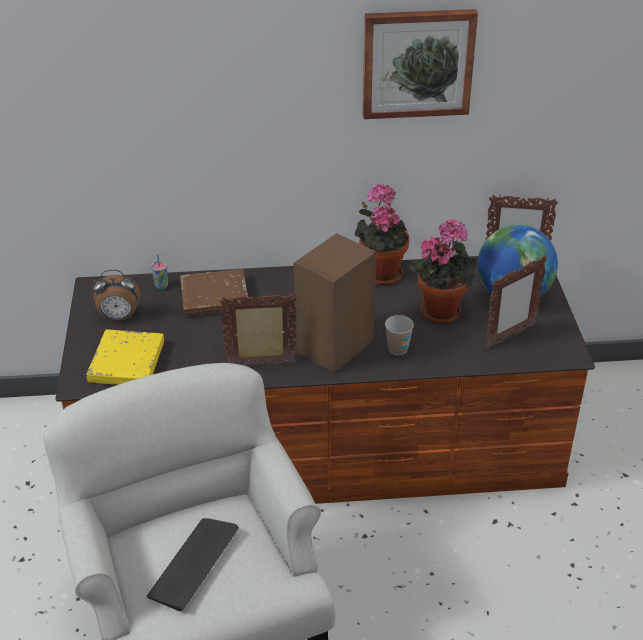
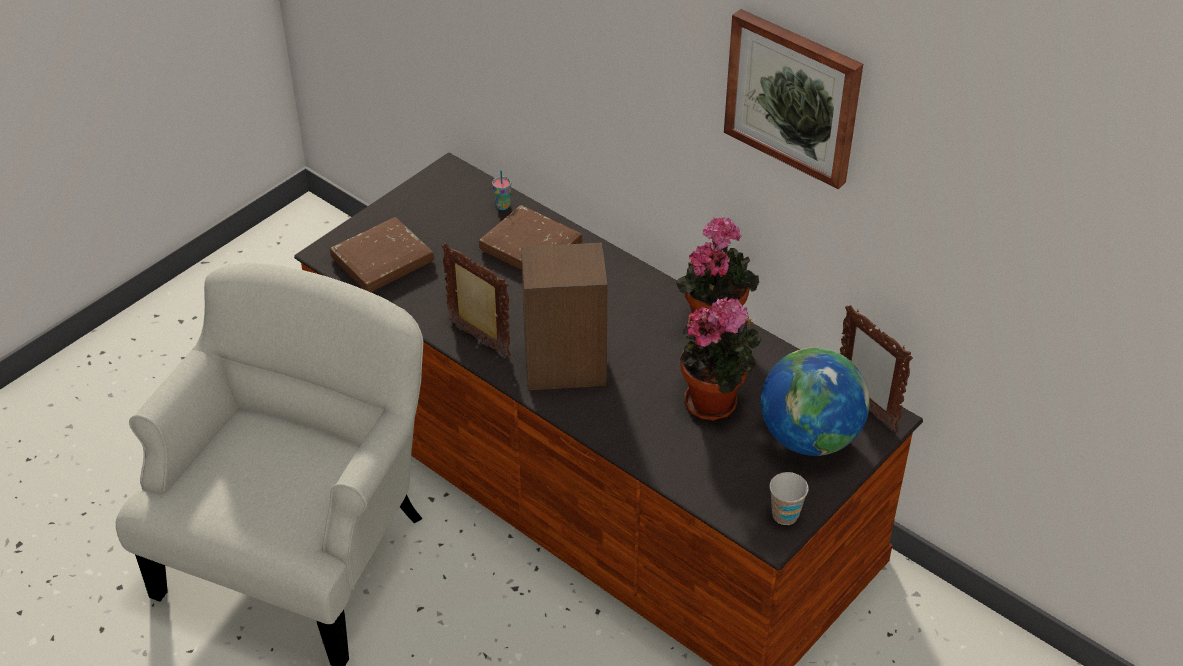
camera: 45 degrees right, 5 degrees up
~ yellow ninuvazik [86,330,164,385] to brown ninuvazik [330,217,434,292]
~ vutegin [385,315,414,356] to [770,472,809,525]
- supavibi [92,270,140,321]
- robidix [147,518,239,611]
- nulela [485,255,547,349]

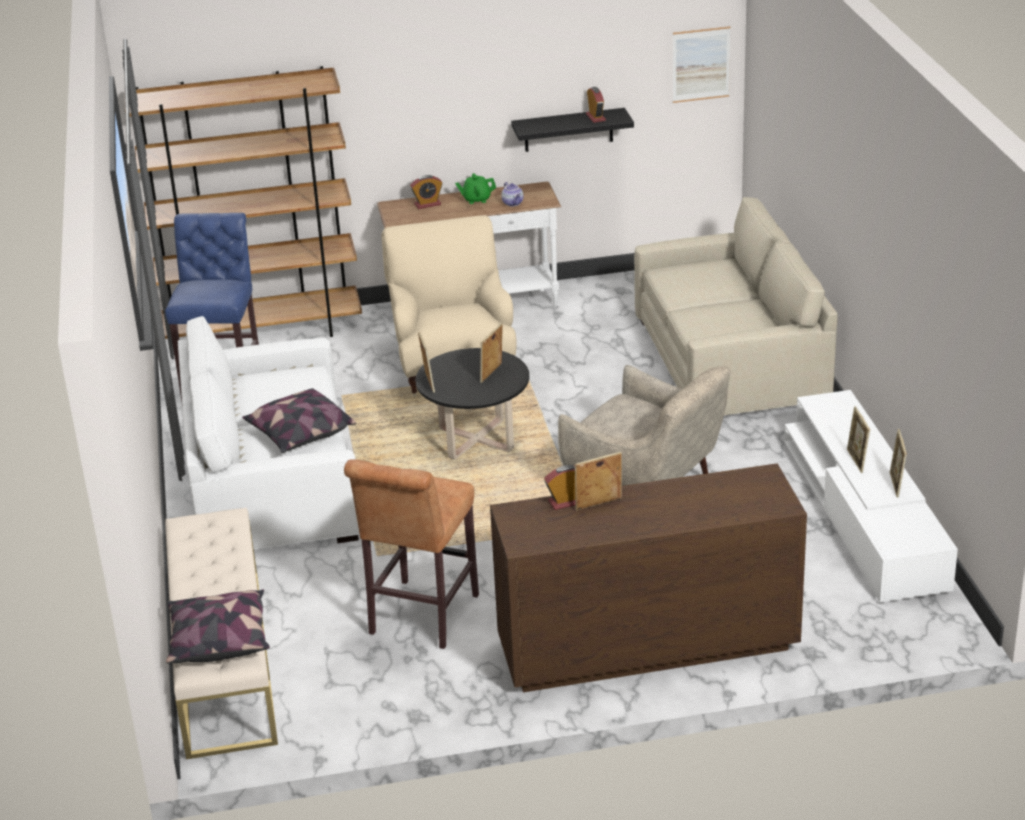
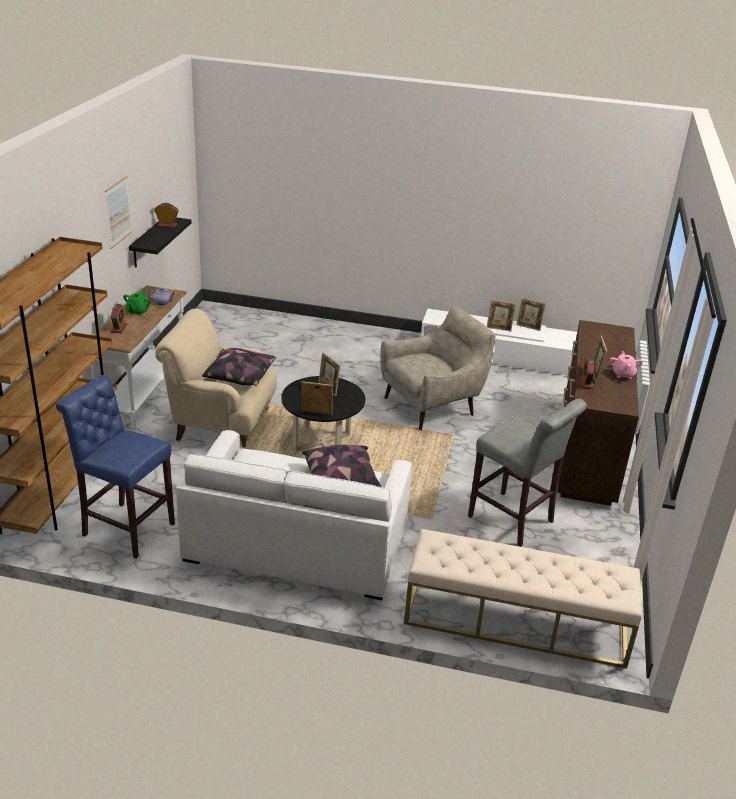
camera: 70 degrees left, 0 degrees up
~ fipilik [673,26,730,103] to [105,176,132,249]
~ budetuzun [166,589,270,663] to [202,348,276,386]
~ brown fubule [344,459,479,649] to grey fubule [468,399,587,547]
+ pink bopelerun [610,351,643,379]
- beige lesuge [634,197,838,415]

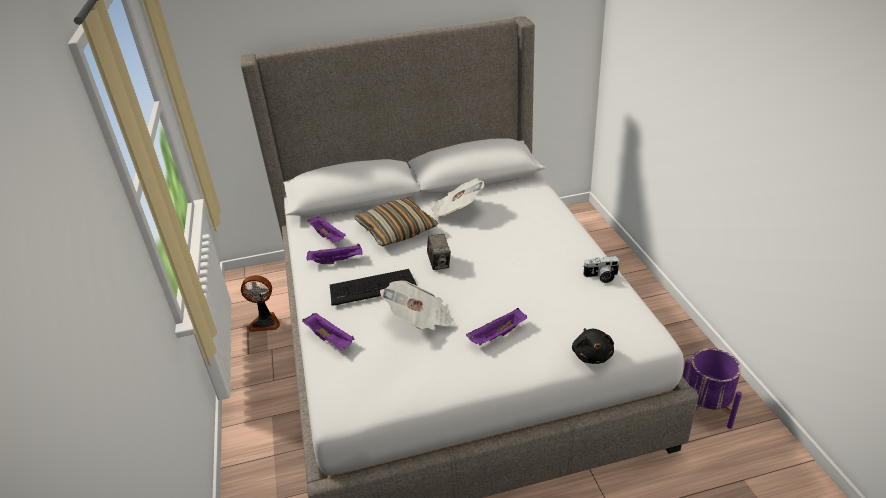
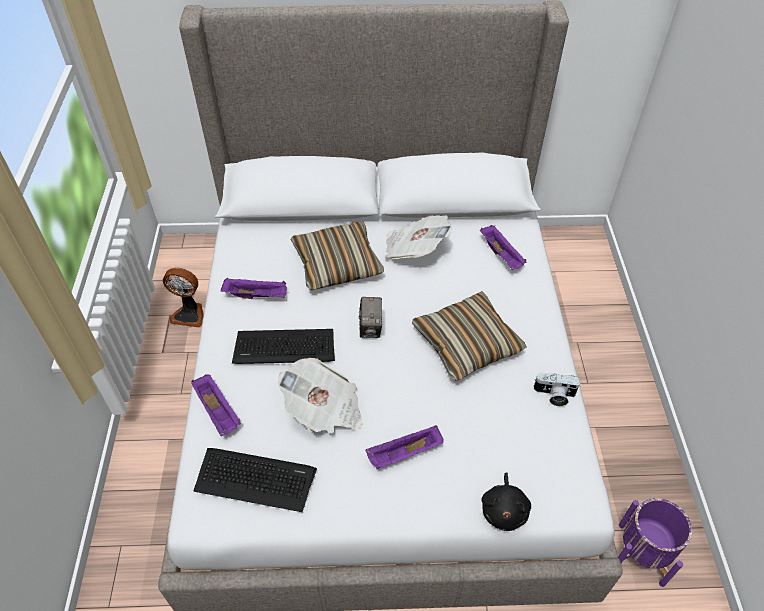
camera: 10 degrees right, 15 degrees up
+ robidix [194,448,317,512]
+ budetuzun [412,291,526,380]
~ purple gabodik [308,216,346,243] to [480,225,526,270]

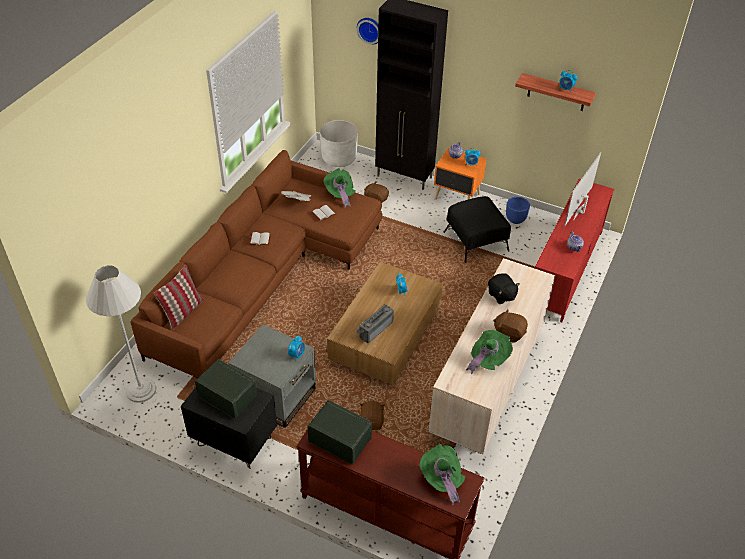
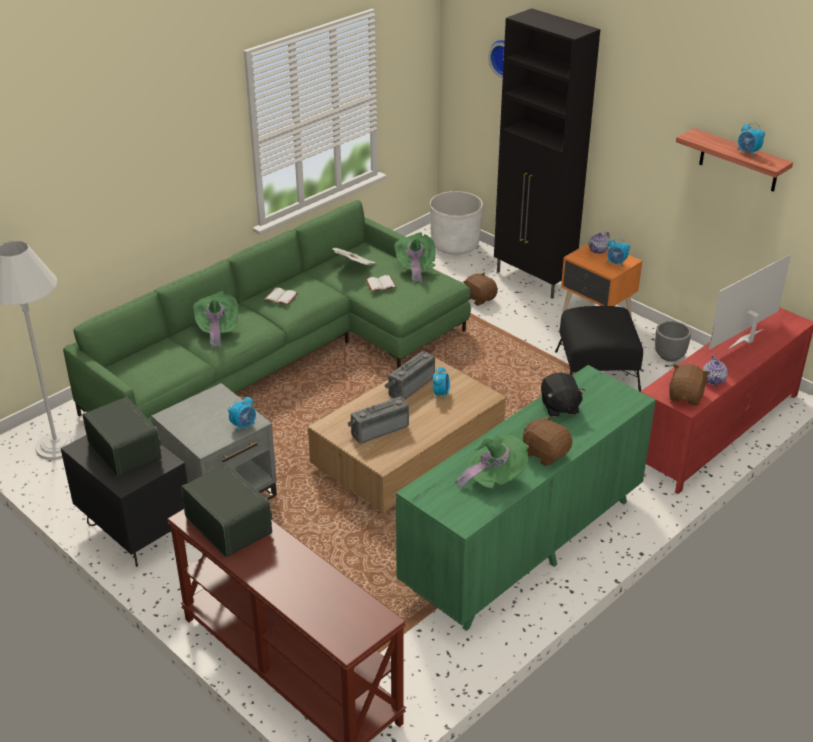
camera: 20 degrees right, 10 degrees down
~ brown lesuge [130,150,382,378] to green lesuge [63,200,471,423]
~ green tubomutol [419,444,465,505] to [193,291,238,349]
+ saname [384,351,435,400]
~ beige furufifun [428,258,555,454] to green furufifun [396,365,656,631]
~ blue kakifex [506,197,530,224] to grey kakifex [655,321,691,362]
~ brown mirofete [360,401,385,430] to [669,364,710,405]
- budetuzun [154,265,204,330]

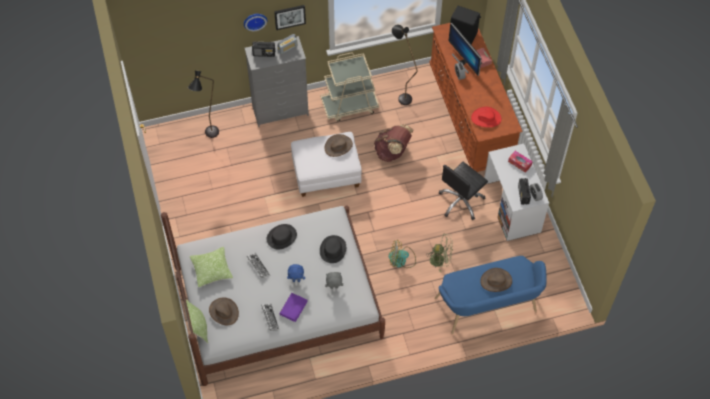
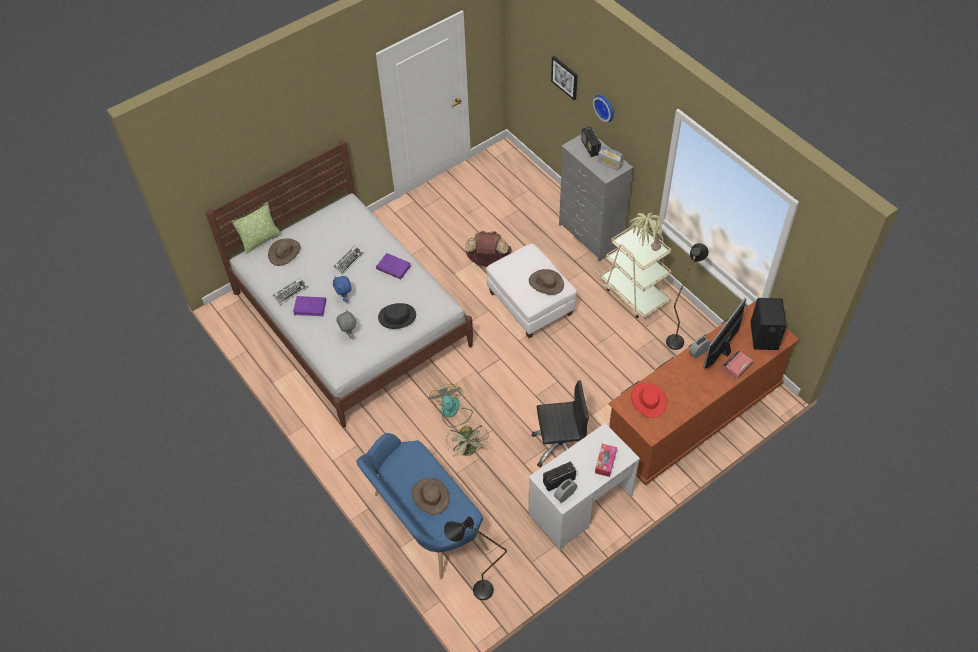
camera: 70 degrees right, 5 degrees down
~ black tubomutol [267,224,297,250] to purple ninuvazik [376,253,411,279]
~ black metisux [188,70,219,138] to [444,516,507,600]
~ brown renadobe [374,124,413,162] to [465,231,512,266]
~ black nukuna [439,162,488,220] = [531,380,589,467] 150 degrees clockwise
~ fipilik [274,5,306,30] to [551,56,578,100]
+ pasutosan [629,212,664,251]
- budetuzun [190,247,233,287]

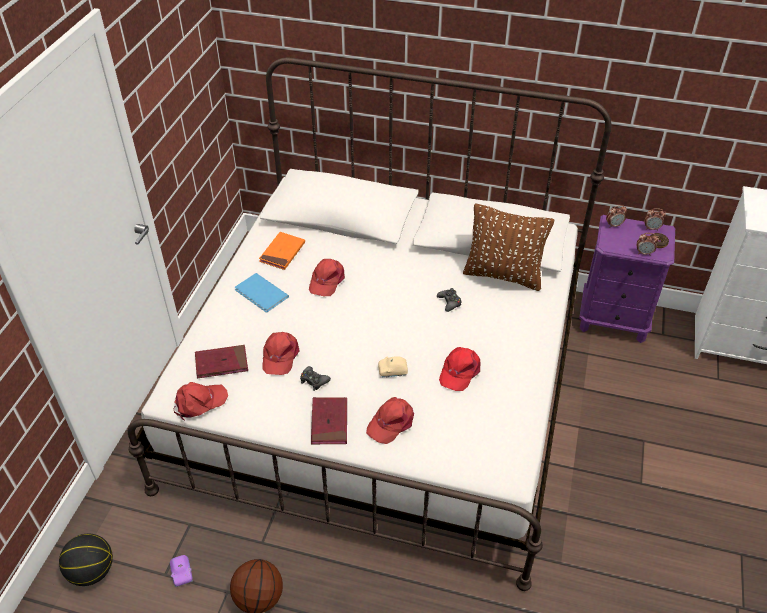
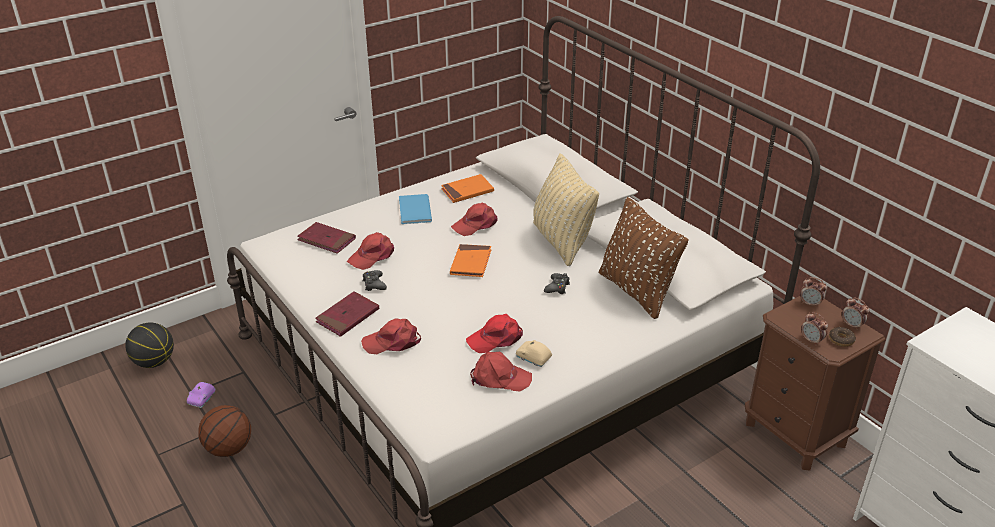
camera: 40 degrees right, 10 degrees down
+ orange ninuvazik [450,244,491,277]
~ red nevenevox [174,382,228,420] to [470,352,532,391]
~ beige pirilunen [378,356,408,377] to [516,340,552,367]
+ beige budetuzun [533,153,599,266]
~ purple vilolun [579,215,675,343] to brown vilolun [745,296,886,471]

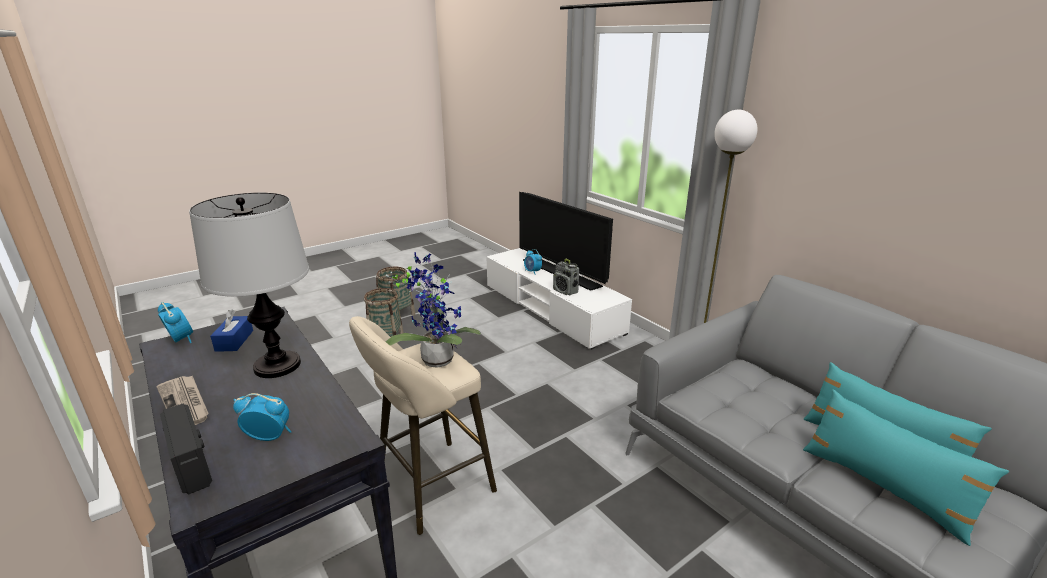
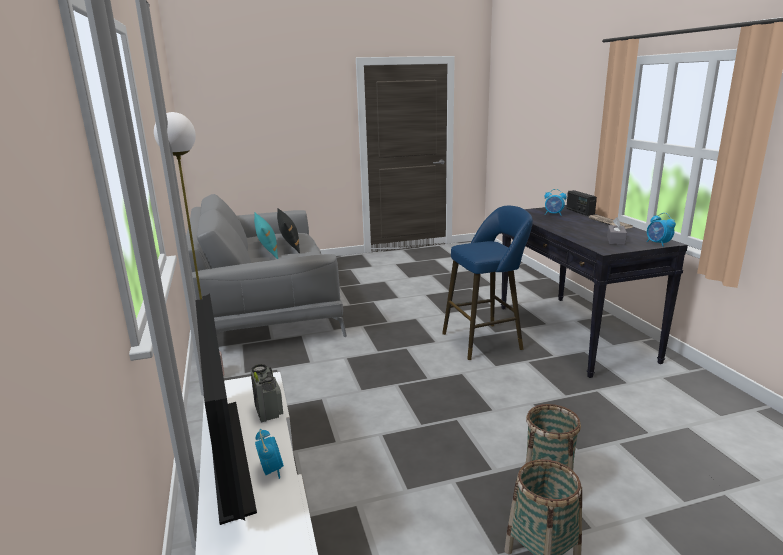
camera: 160 degrees left, 5 degrees down
~ turquoise budetuzun [803,389,1009,546] to black budetuzun [277,208,300,253]
~ beige fubule [349,316,497,535] to blue fubule [442,206,533,360]
~ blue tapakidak [210,309,253,352] to grey tapakidak [607,217,627,245]
- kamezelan [189,193,309,378]
- pasutosan [385,252,481,368]

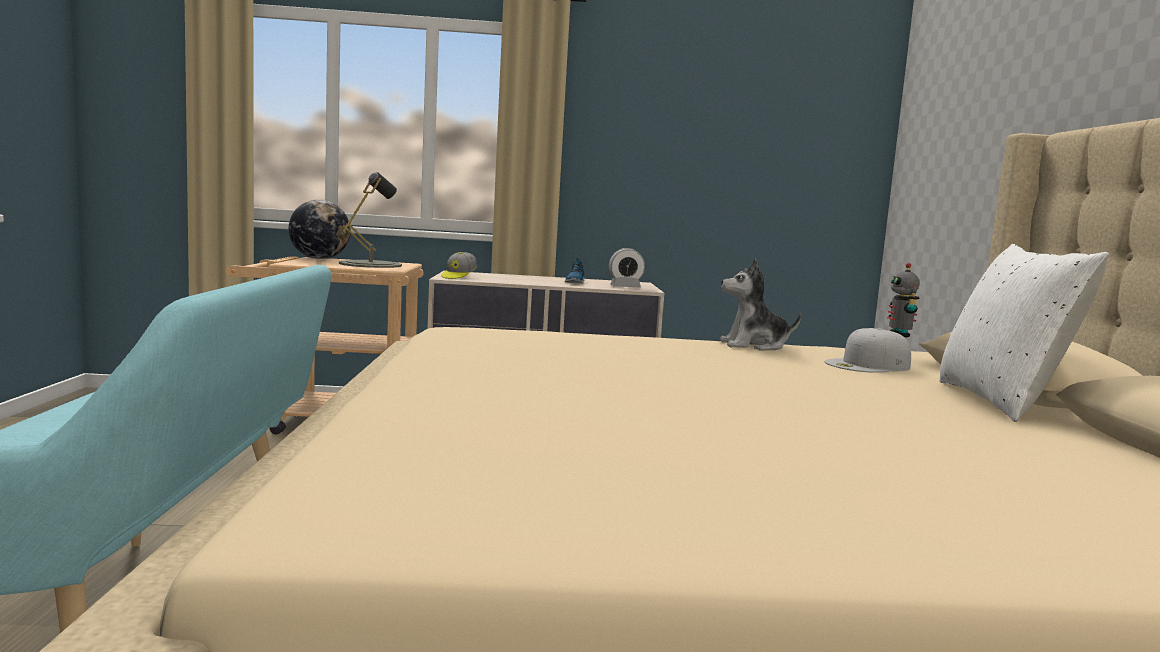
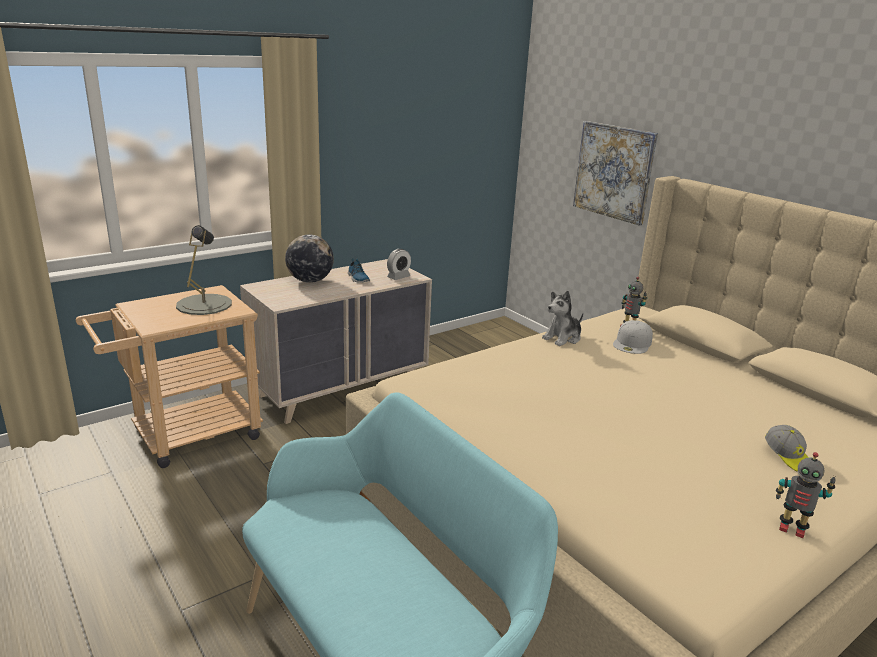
camera: 35 degrees left, 15 degrees up
~ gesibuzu [289,200,351,259] to [285,235,334,283]
+ fipilik [573,121,658,226]
~ nevenevox [441,252,477,279] to [765,425,809,472]
+ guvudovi [776,452,836,538]
- white budetuzun [939,244,1109,422]

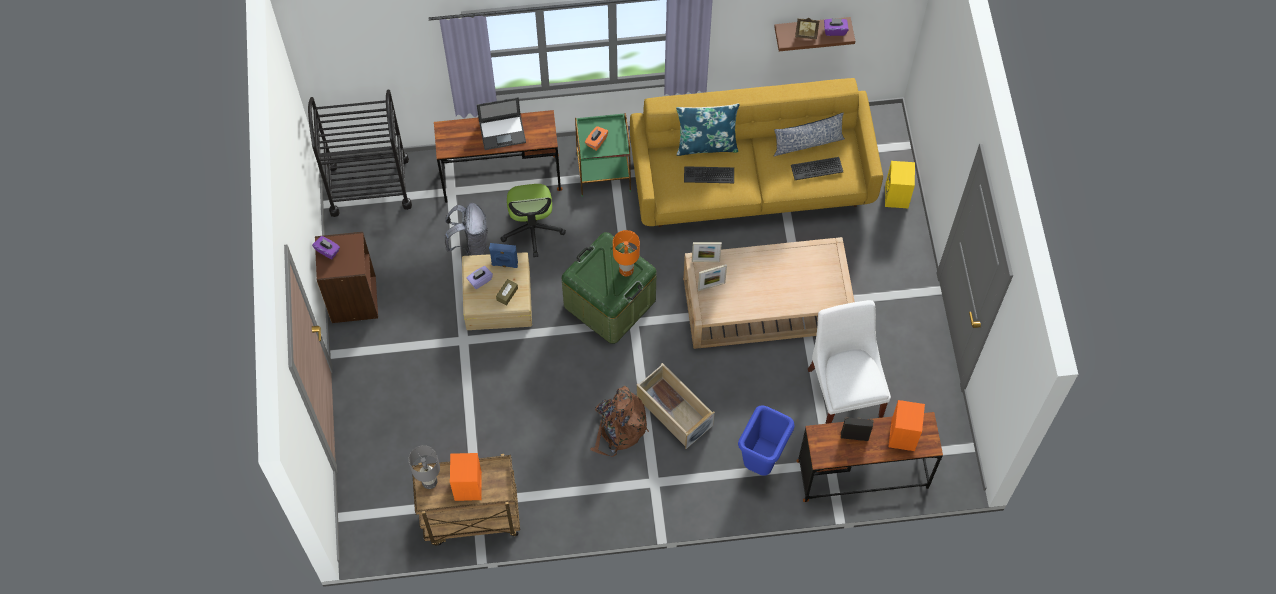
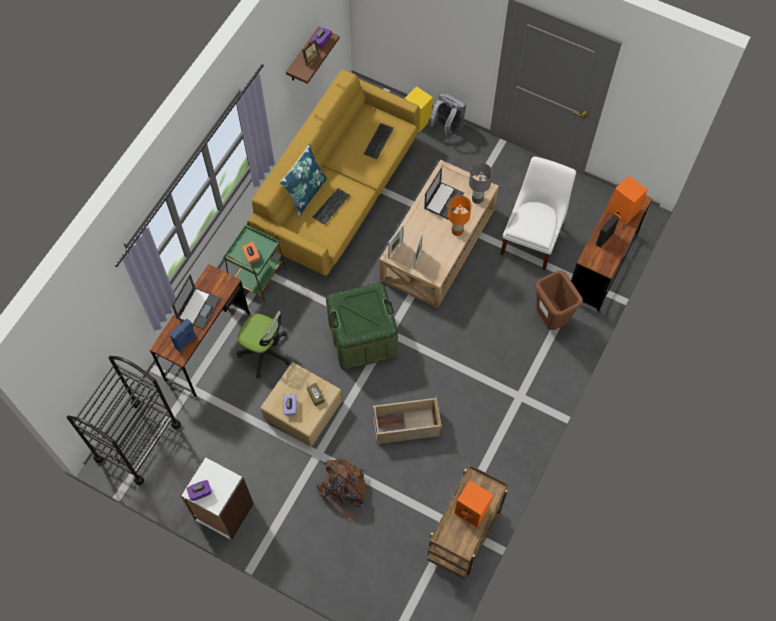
camera: 55 degrees left, 0 degrees up
~ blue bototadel [489,243,518,268] to [169,318,196,352]
~ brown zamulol [315,232,378,323] to white zamulol [180,457,254,540]
~ brown renadobe [590,386,649,457] to [316,459,366,522]
~ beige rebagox [637,363,715,449] to [373,396,442,444]
+ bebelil [424,167,464,220]
~ grey renadobe [444,203,488,256] to [427,93,466,140]
~ orange kamezelan [613,230,640,276] to [448,195,472,236]
~ grey kamezelan [408,445,440,489] to [469,163,492,204]
~ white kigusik [808,300,891,424] = [500,156,576,270] 90 degrees clockwise
~ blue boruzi [738,406,795,476] to brown boruzi [535,271,583,330]
- budetuzun [774,113,845,157]

